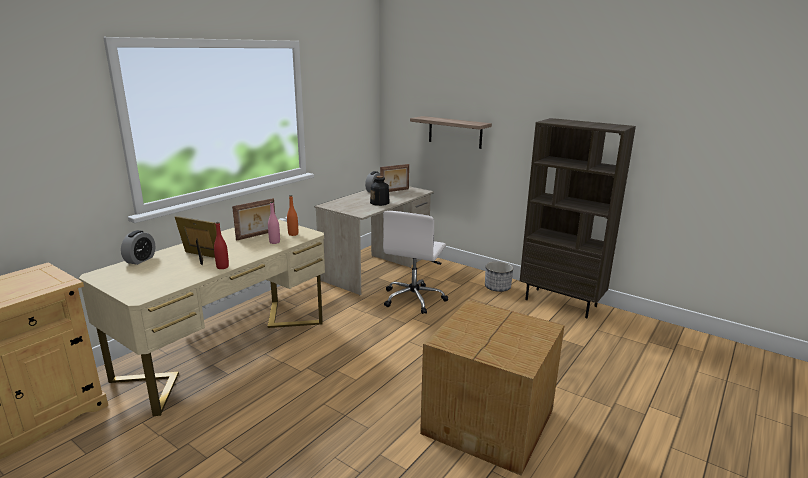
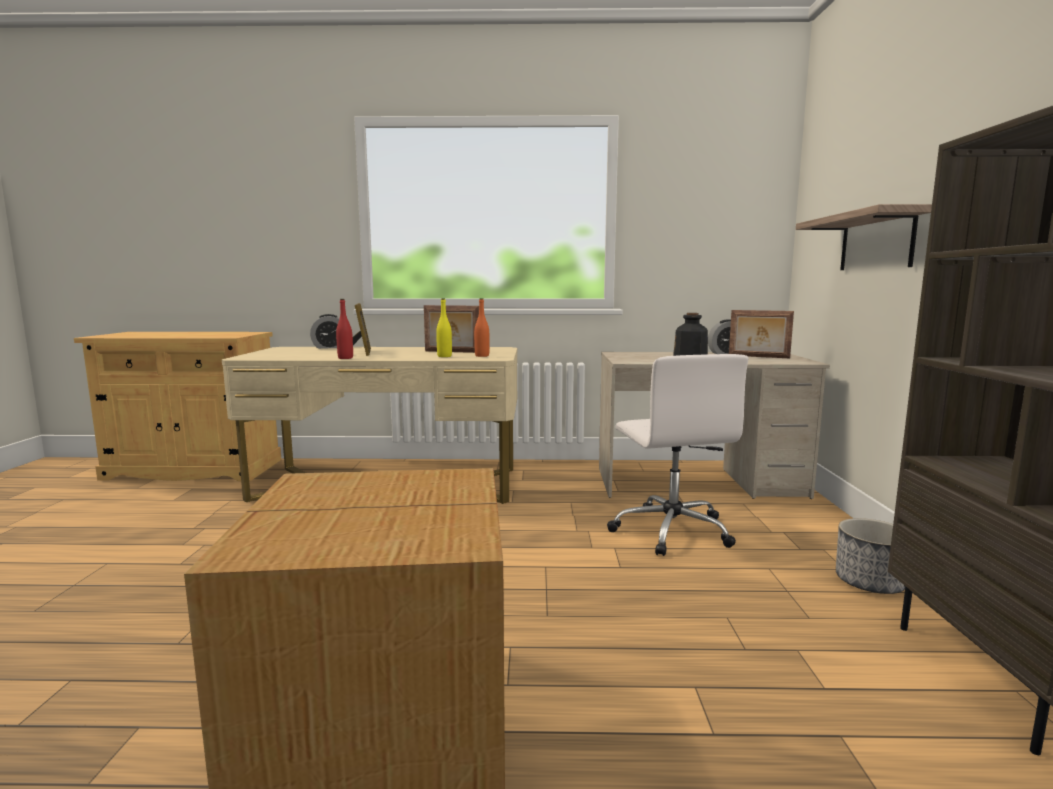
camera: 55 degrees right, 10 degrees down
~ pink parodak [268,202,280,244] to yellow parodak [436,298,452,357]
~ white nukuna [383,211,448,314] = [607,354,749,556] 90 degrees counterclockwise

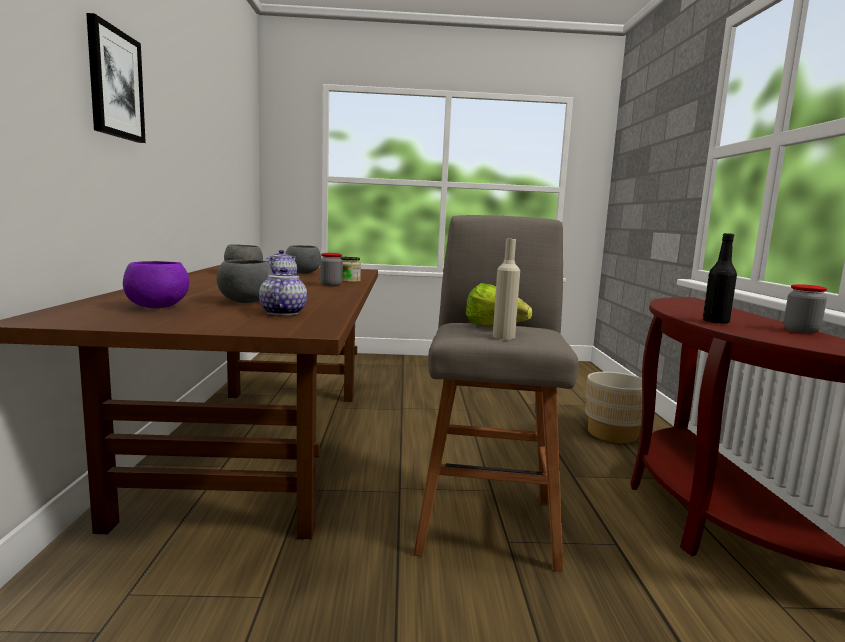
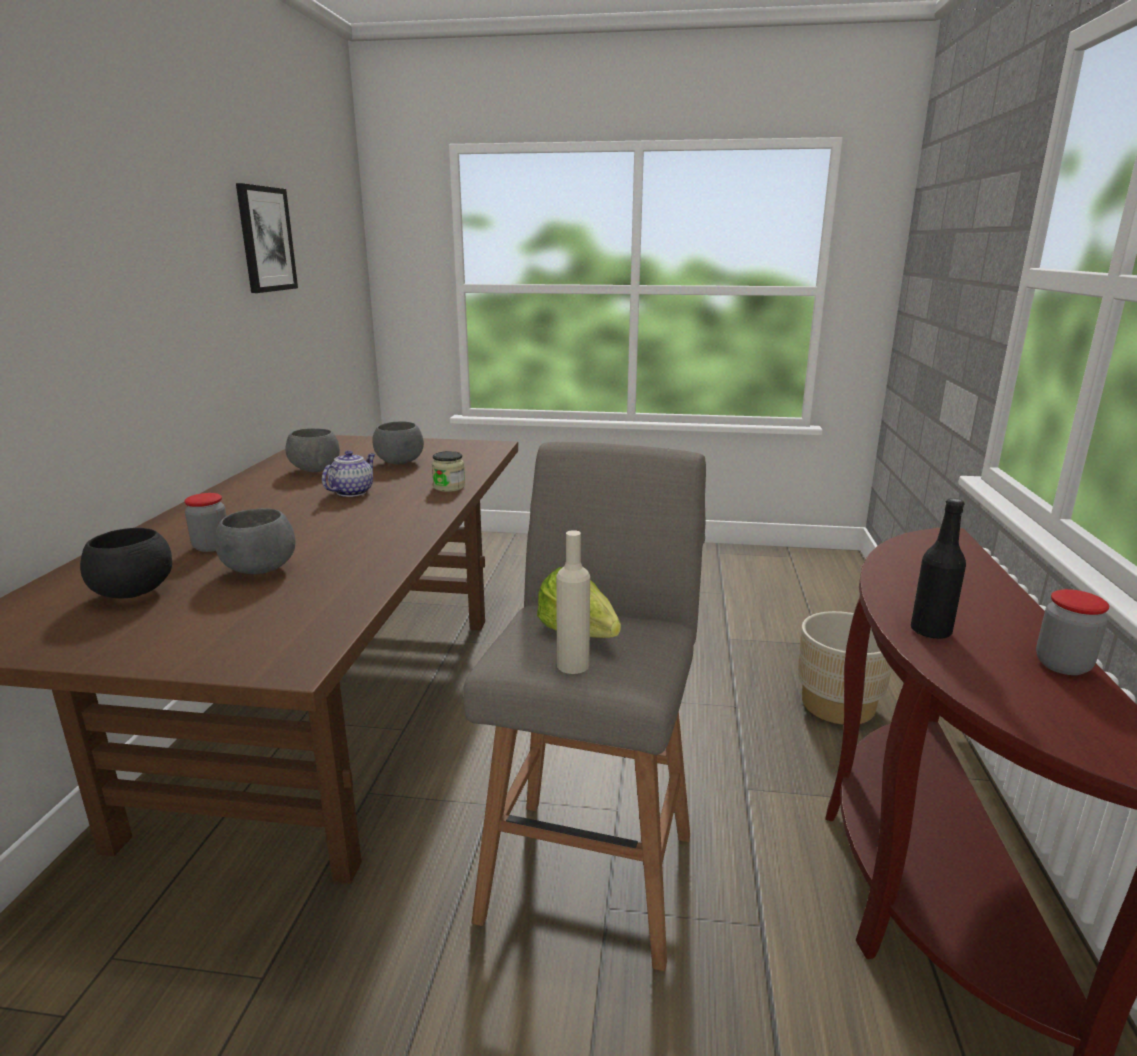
camera: 10 degrees right, 10 degrees up
~ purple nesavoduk [123,261,189,308] to black nesavoduk [80,528,172,598]
~ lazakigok [320,253,343,287] to [184,493,226,552]
~ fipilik [86,13,146,143] to [236,183,298,293]
- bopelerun [259,268,307,315]

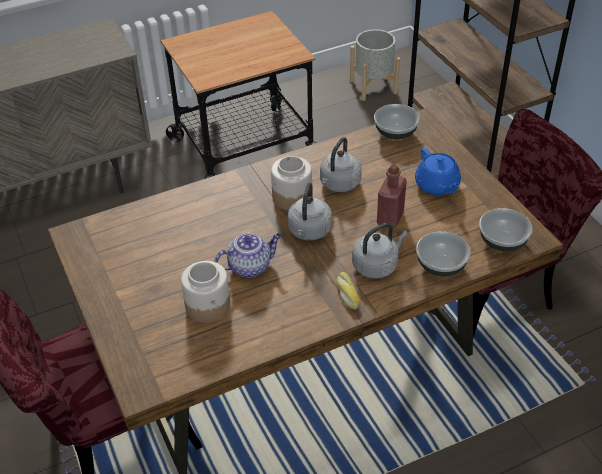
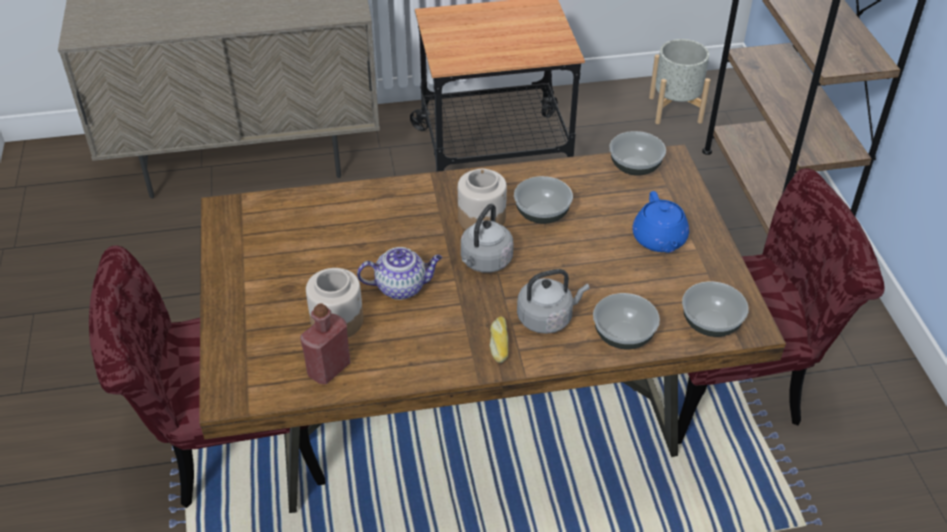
camera: 15 degrees right, 0 degrees up
~ red parodak [377,164,407,228] to [300,303,351,384]
~ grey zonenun [320,137,362,192] to nesavoduk [514,176,573,224]

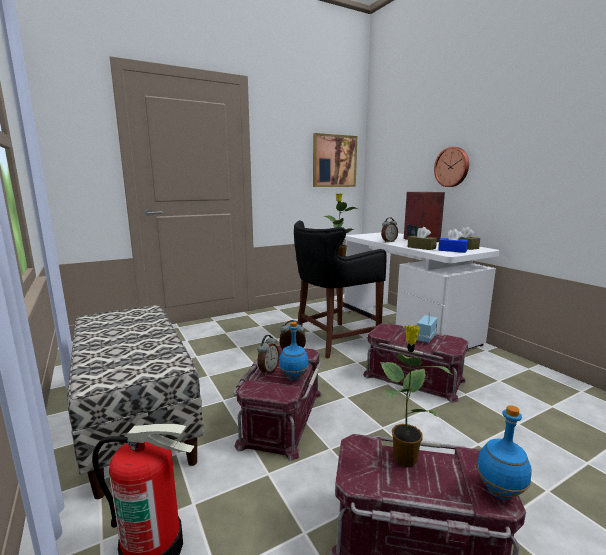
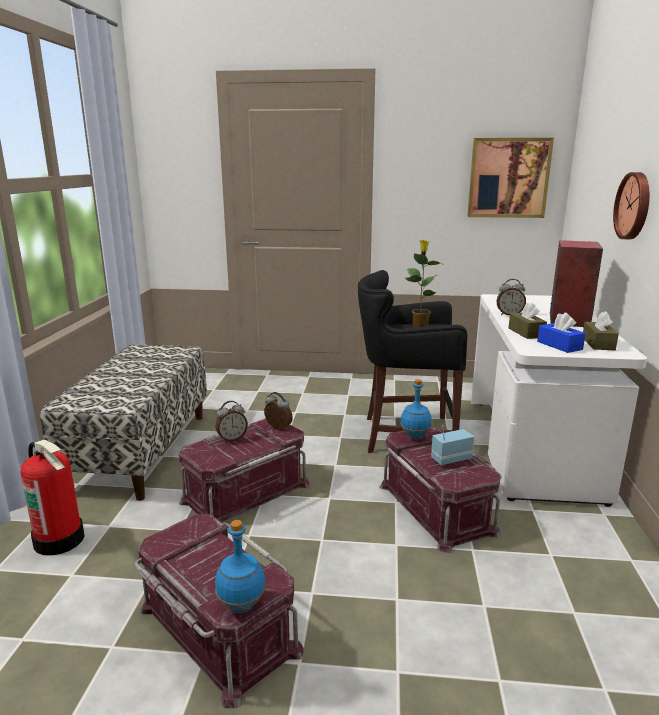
camera: 35 degrees right, 5 degrees up
~ blue parodak [279,321,309,381] to [400,379,432,440]
- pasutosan [380,325,452,467]

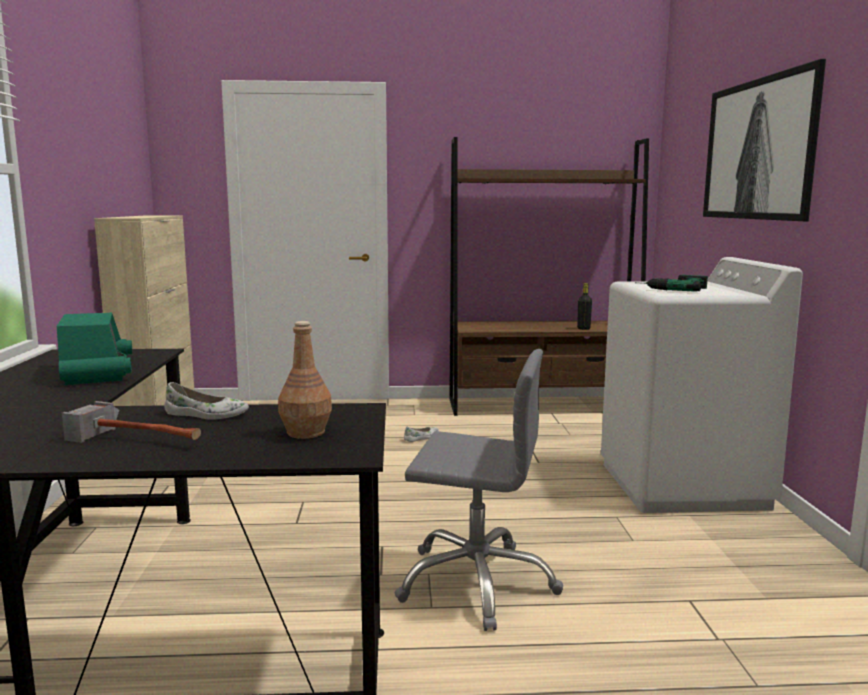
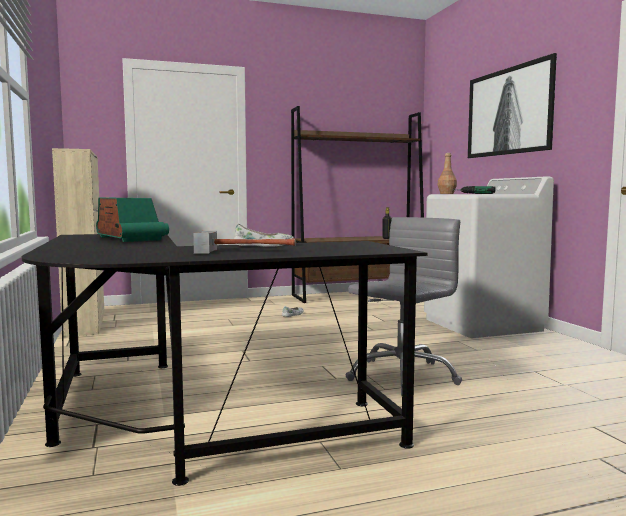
camera: 15 degrees left, 5 degrees down
~ grey nukuna [394,349,563,631] = [346,217,462,396] 45 degrees counterclockwise
~ brown parodak [278,321,332,439] to [438,153,457,194]

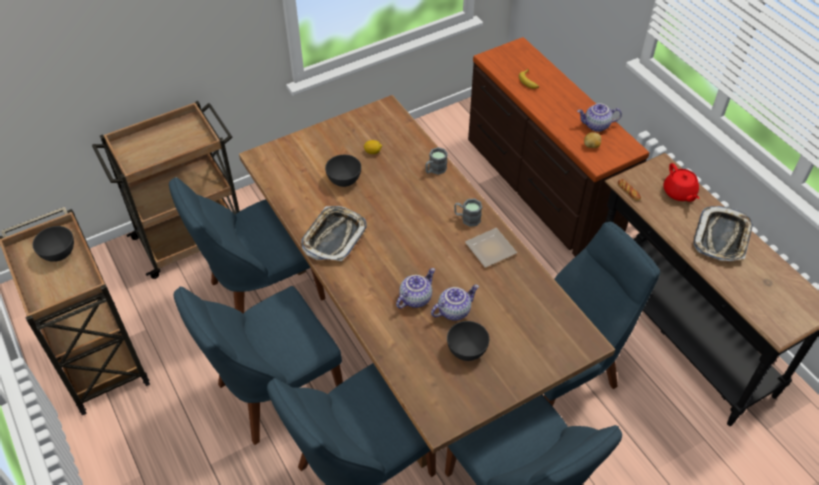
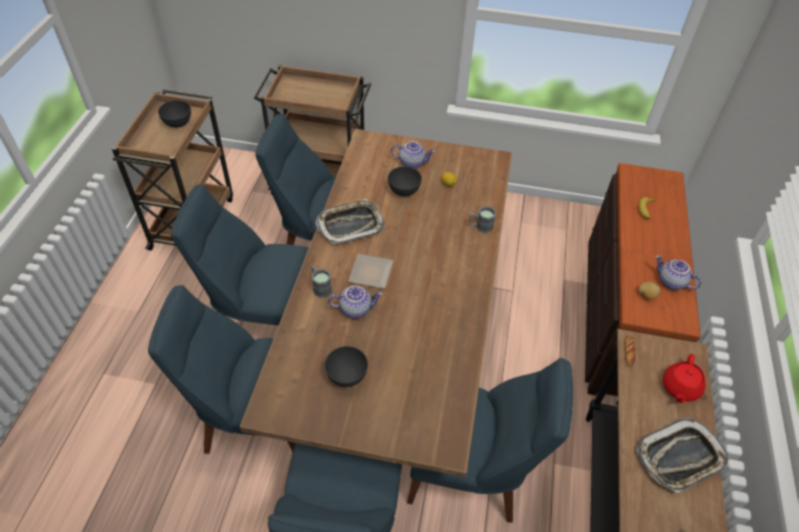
camera: 40 degrees right, 0 degrees up
~ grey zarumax [454,198,482,227] to [312,266,332,298]
~ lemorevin [465,228,517,268] to [348,254,393,289]
~ bopelerun [431,285,479,321] to [391,141,435,169]

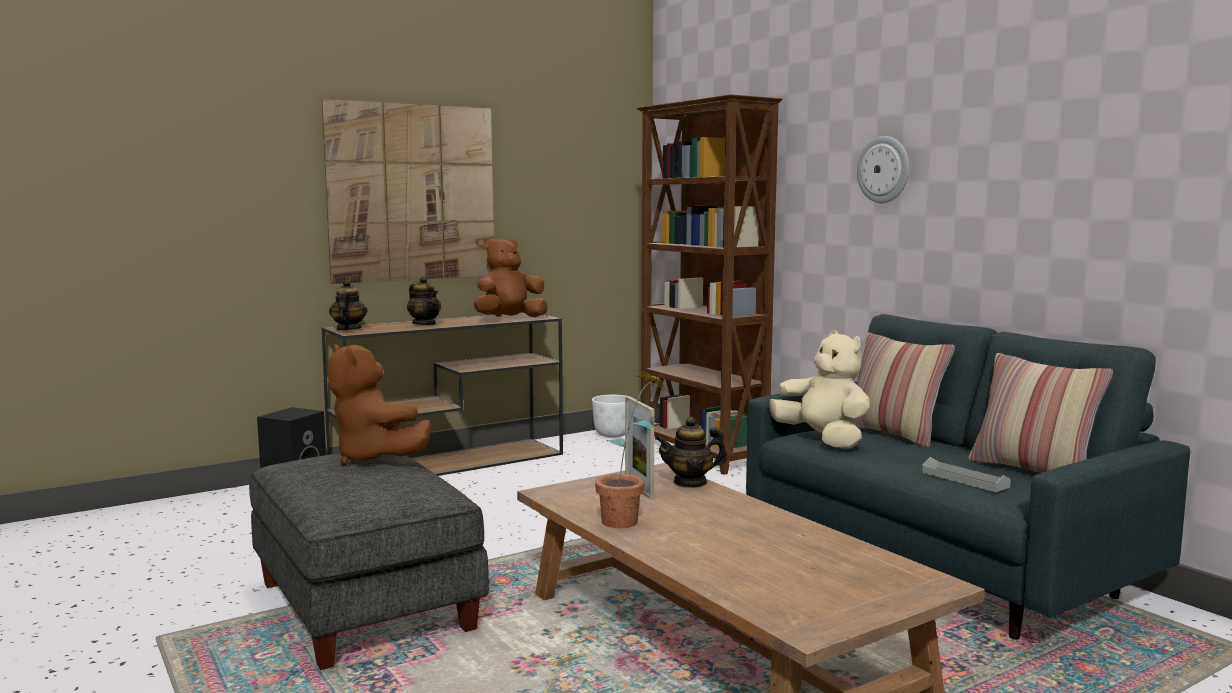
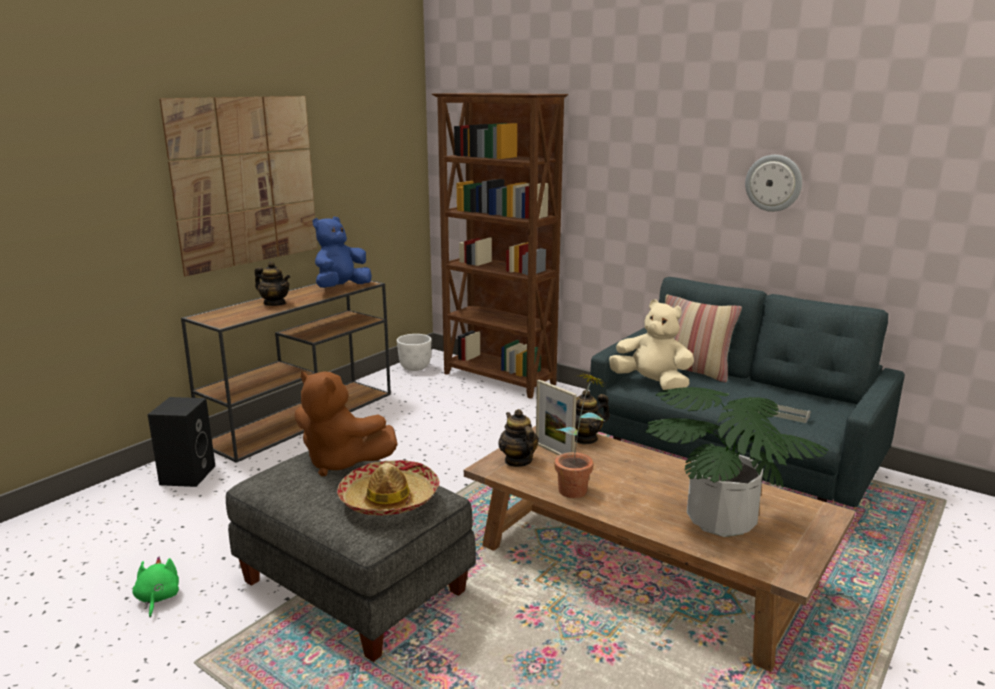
camera: 20 degrees left, 10 degrees up
+ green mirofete [133,556,179,618]
~ brown mirofete [474,238,548,317] to blue mirofete [313,217,372,288]
+ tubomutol [337,460,439,516]
~ bopelerun [329,279,367,331] to [498,409,539,467]
+ pasutosan [645,387,828,537]
~ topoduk [857,136,909,203] to [745,155,802,212]
- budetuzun [969,353,1113,473]

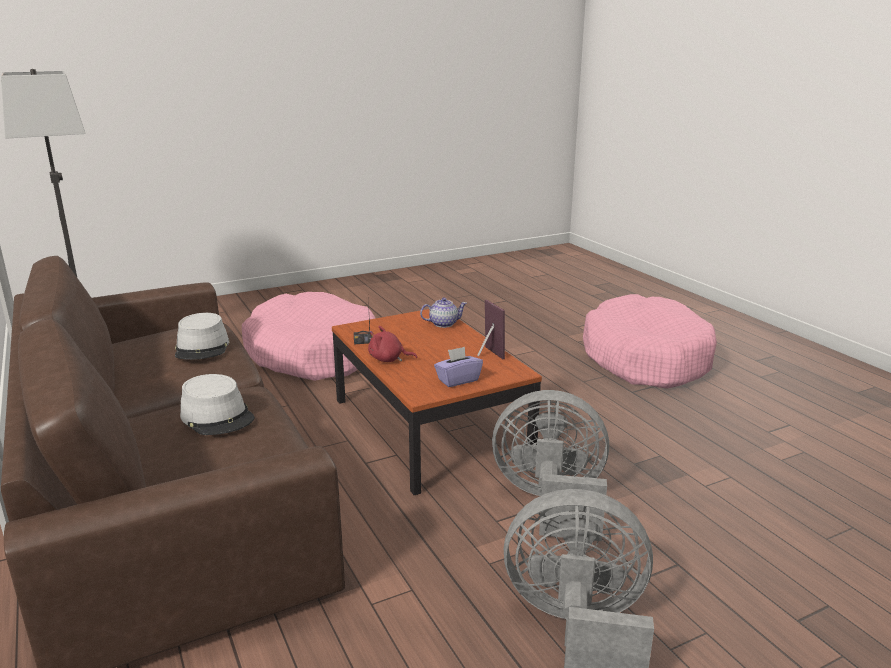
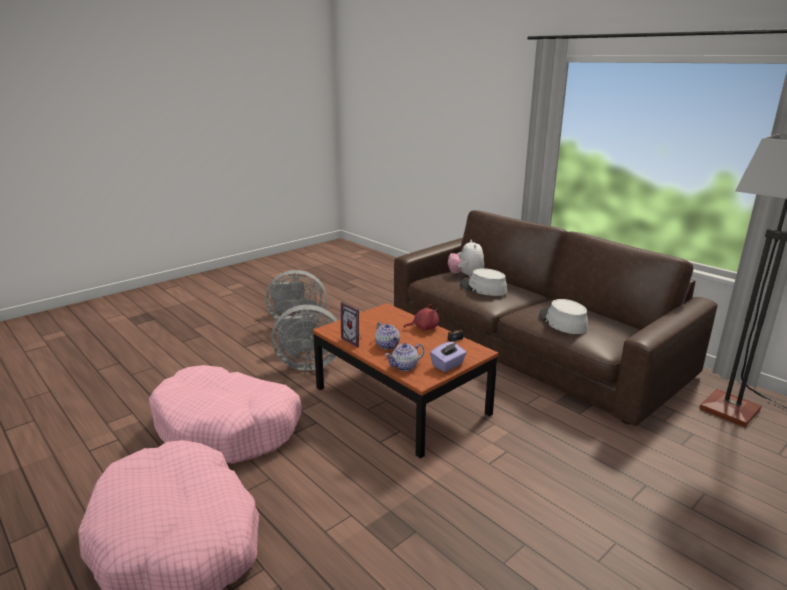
camera: 165 degrees right, 0 degrees up
~ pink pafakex [242,292,376,381] to [149,365,302,463]
+ bopelerun [375,322,400,349]
~ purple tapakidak [434,347,483,387] to [430,342,467,372]
+ mirofete [448,240,484,278]

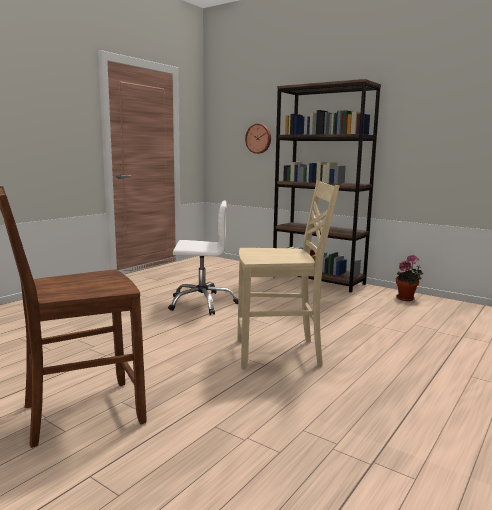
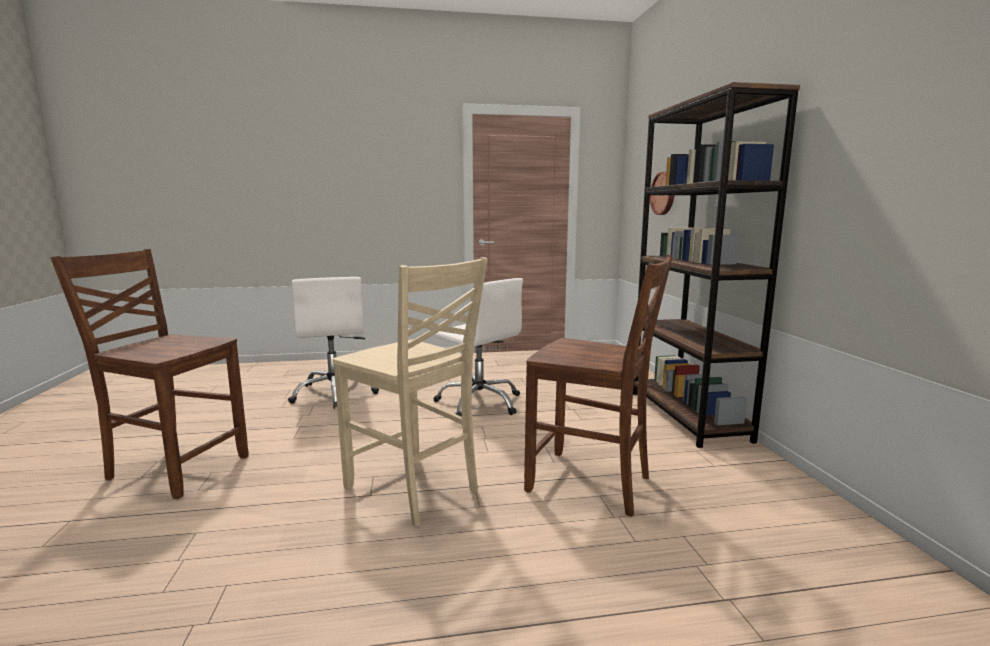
camera: 45 degrees right, 0 degrees up
+ white nukuna [288,277,379,409]
+ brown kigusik [524,255,673,517]
- pasutosan [396,255,423,301]

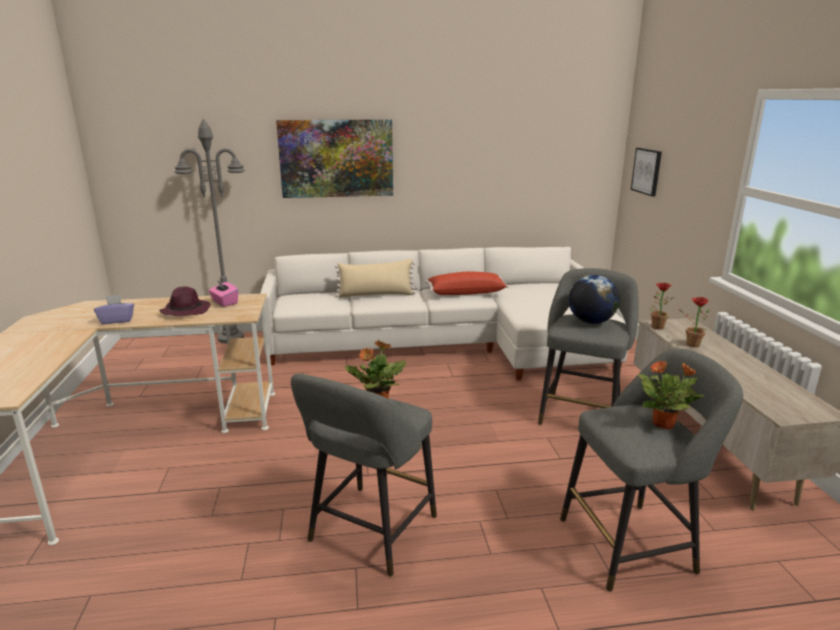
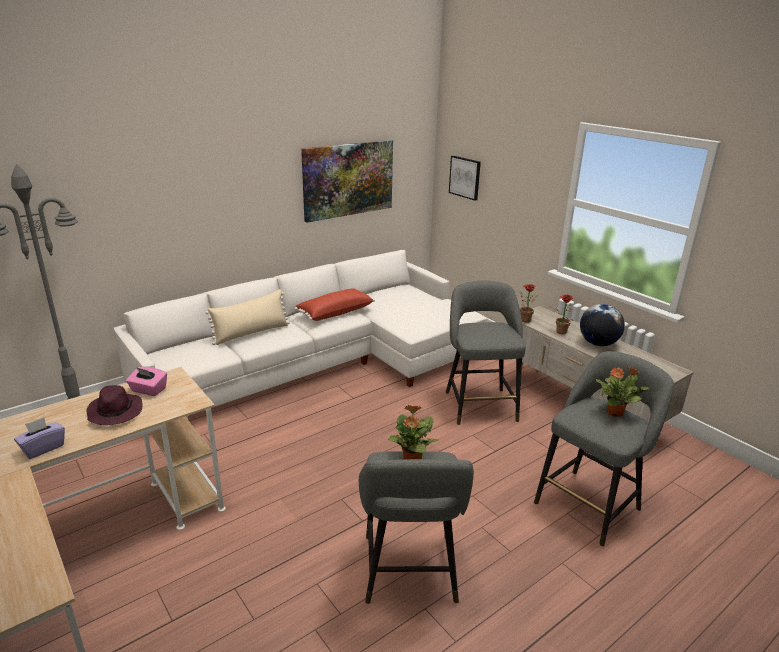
camera: 30 degrees left, 5 degrees up
~ fipilik [276,119,393,198] to [301,140,393,223]
~ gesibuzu [569,275,620,324] to [580,304,625,346]

